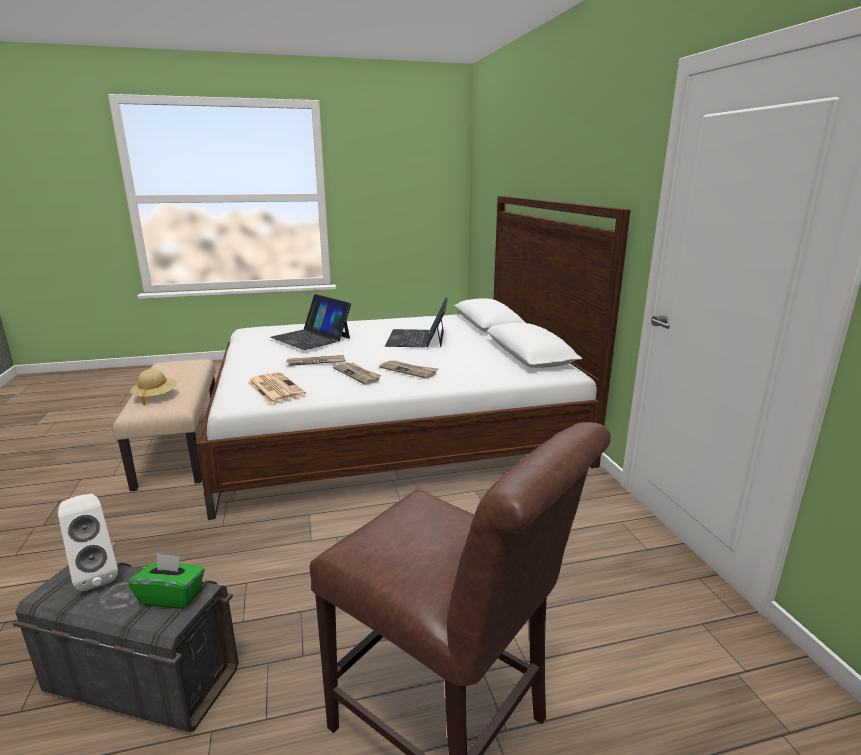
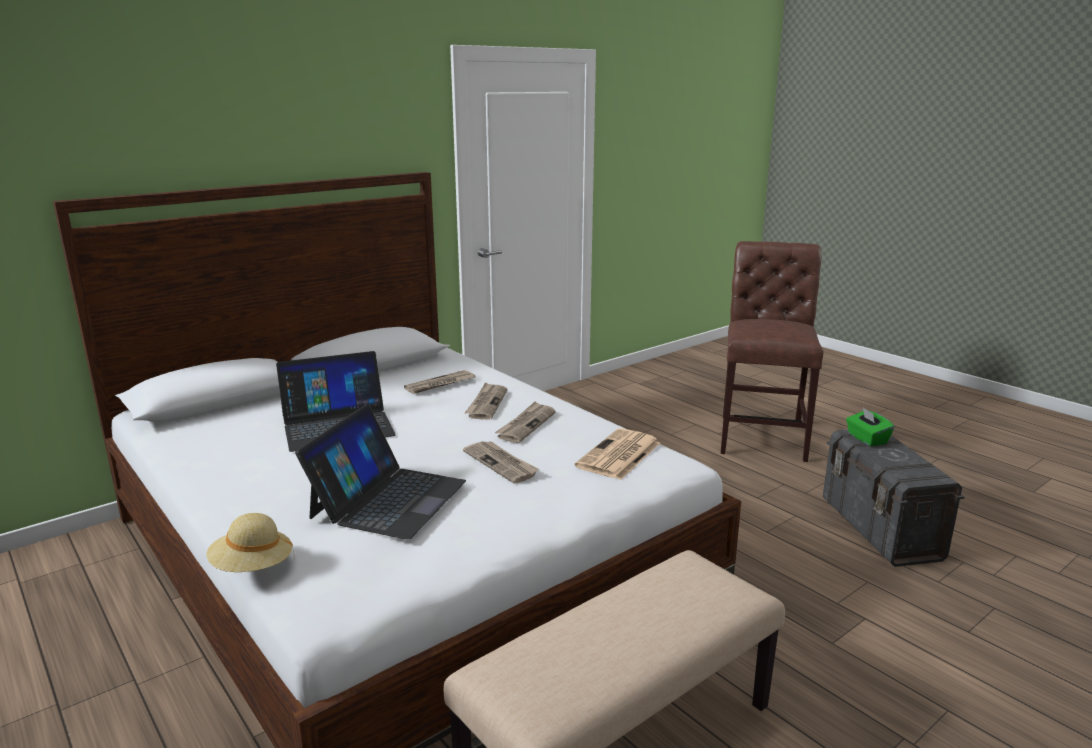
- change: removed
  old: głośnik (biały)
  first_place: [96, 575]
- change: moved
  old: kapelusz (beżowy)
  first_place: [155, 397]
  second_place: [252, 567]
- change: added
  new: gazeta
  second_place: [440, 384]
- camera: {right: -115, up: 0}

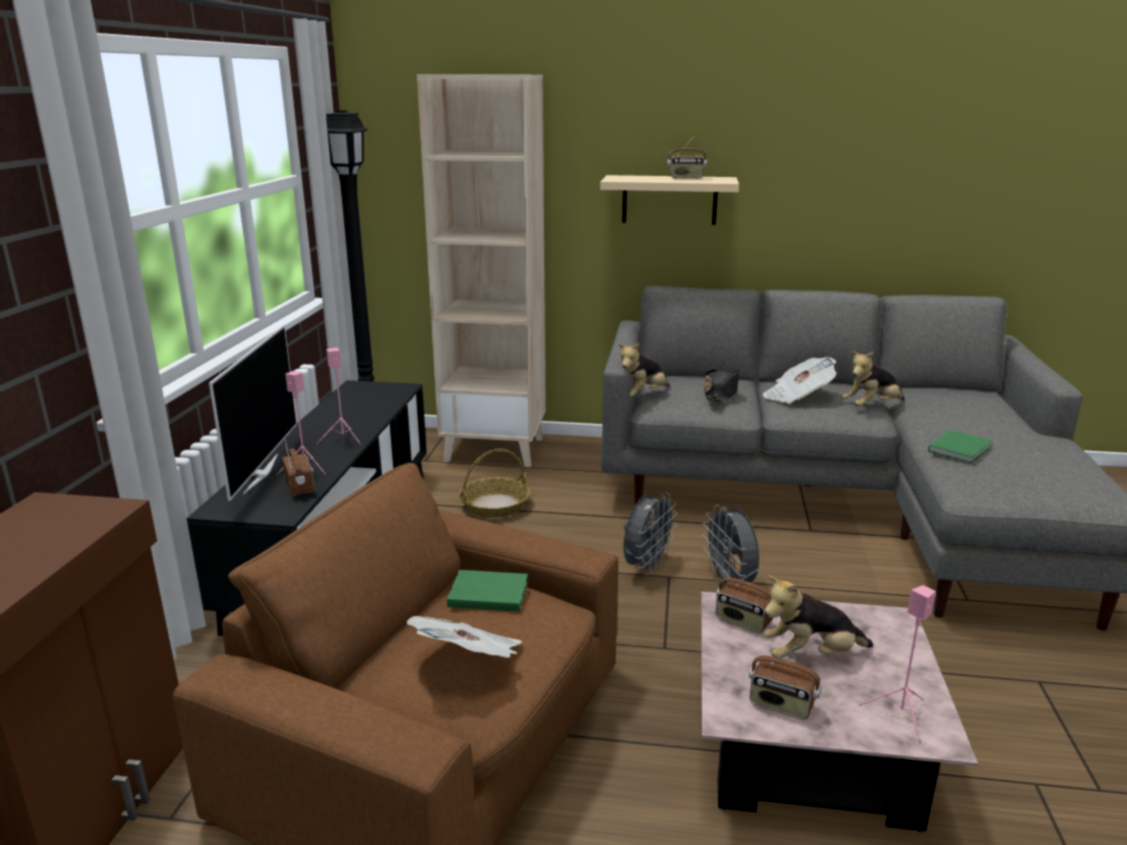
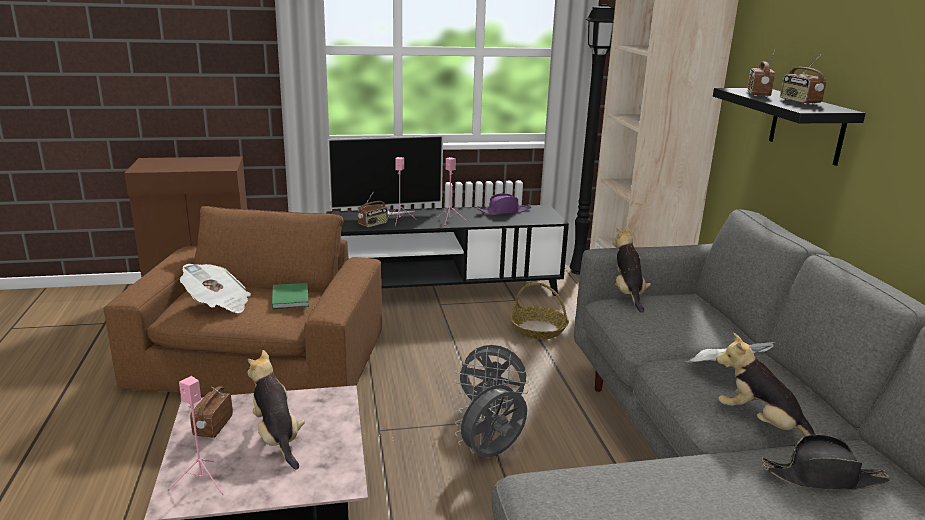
- change: recoloured
  old: półka (beżowy)
  new: półka (czarny)
  first_place: [669, 200]
  second_place: [807, 126]
- change: turned
  old: pluszak
  first_place: [641, 396]
  second_place: [627, 294]
  degrees: 60
- change: moved
  old: kapelusz (czarny)
  first_place: [720, 393]
  second_place: [823, 477]
- change: moved
  old: radio
  first_place: [743, 622]
  second_place: [757, 94]
- change: removed
  old: książka (zielony)
  first_place: [961, 449]
- change: added
  new: kapelusz (fioletowy)
  second_place: [504, 211]
- camera: {right: 70, up: 0}

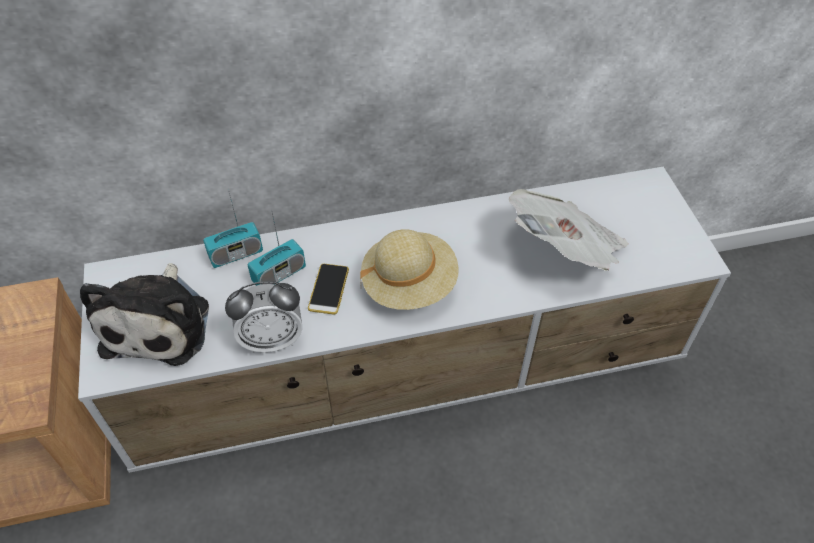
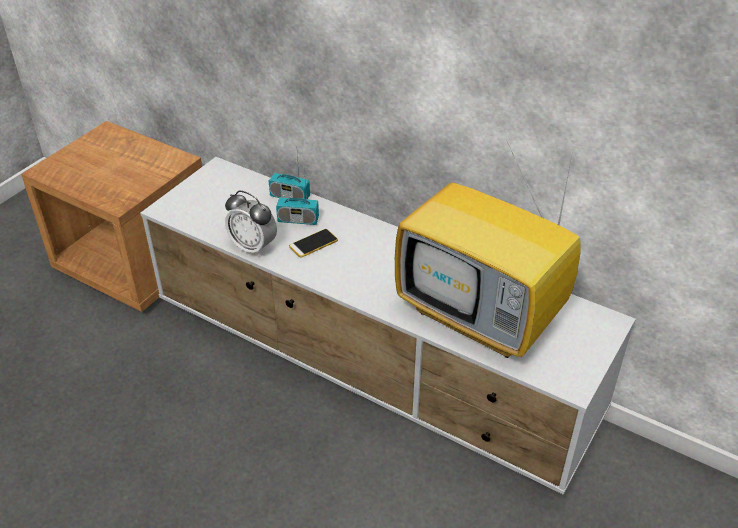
- change: removed
  old: pluszak
  first_place: [159, 322]
- change: removed
  old: kapelusz (beżowy)
  first_place: [409, 284]
- change: replaced
  old: gazeta
  new: telewizor
  first_place: [566, 250]
  second_place: [483, 317]
- camera: {right: 45, up: -10}

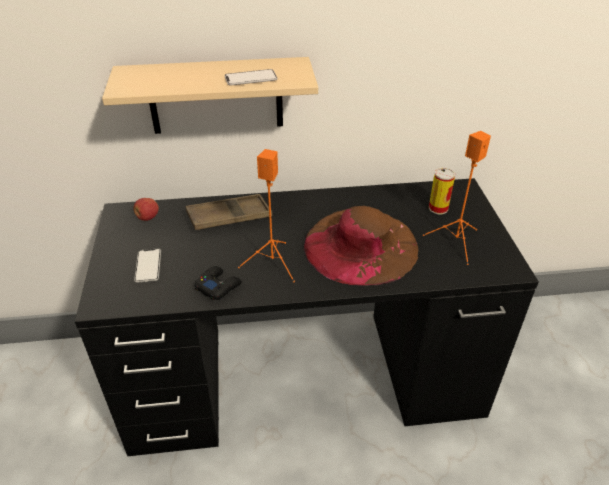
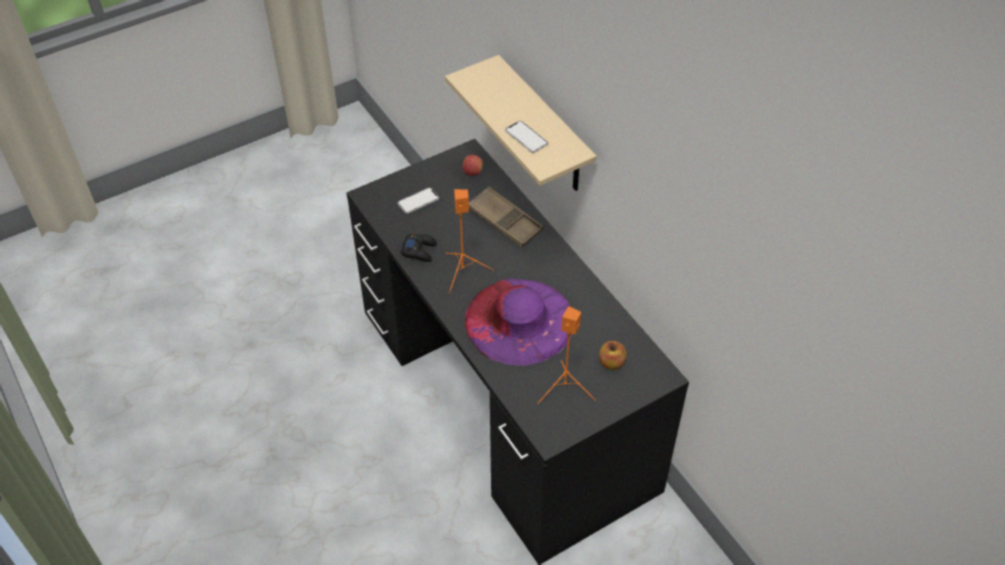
- change: recoloured
  old: kapelusz (brązowy)
  new: kapelusz (fioletowy)
  first_place: [360, 245]
  second_place: [519, 321]
- change: replaced
  old: puszka
  new: jabłko
  first_place: [438, 208]
  second_place: [611, 363]
- camera: {right: 65, up: 10}

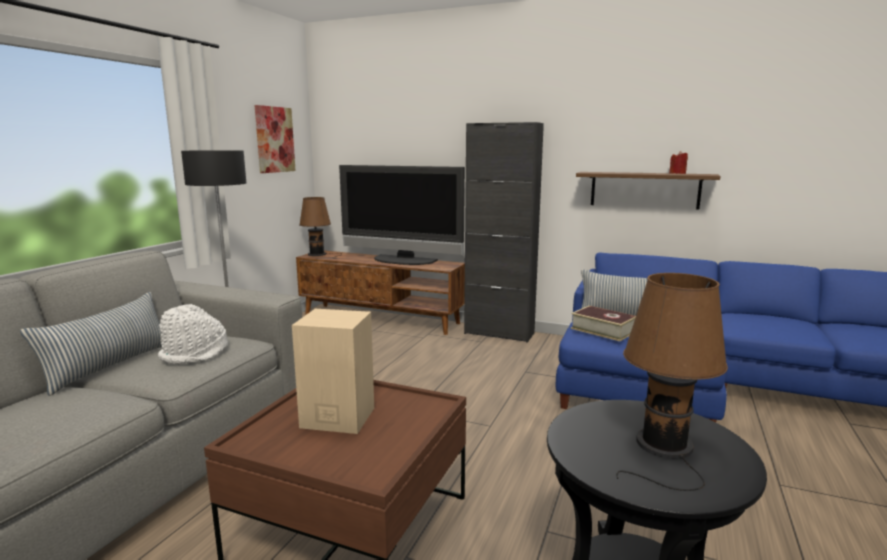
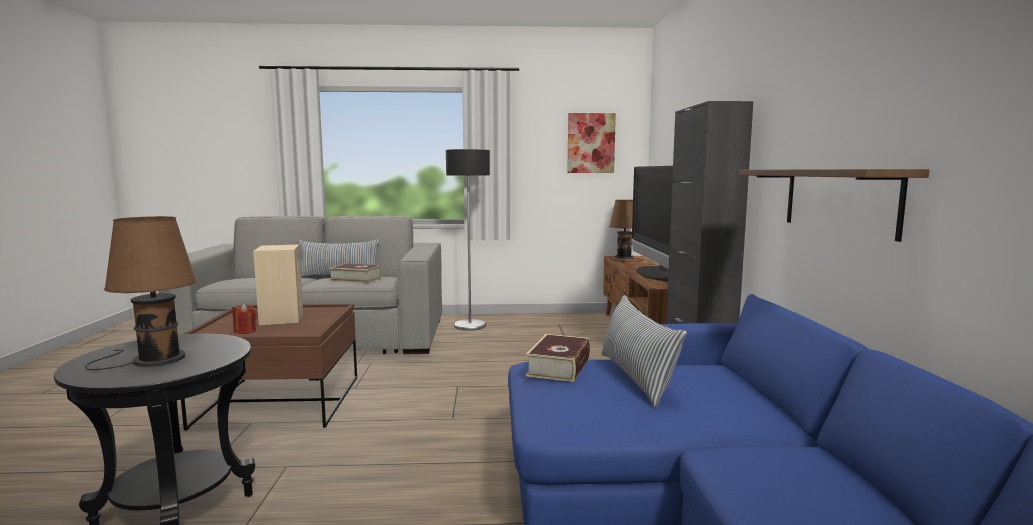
- change: replaced
  old: kapelusz (biały)
  new: książka
  first_place: [195, 354]
  second_place: [356, 279]
- change: moved
  old: świeca (czerwony)
  first_place: [677, 173]
  second_place: [245, 331]
- camera: {right: 65, up: -5}

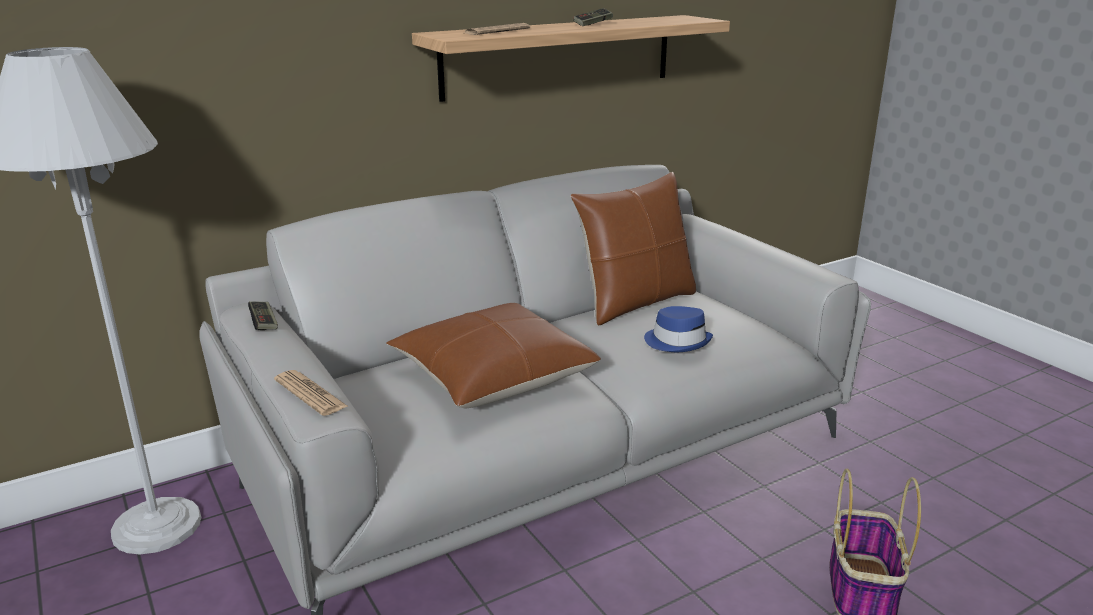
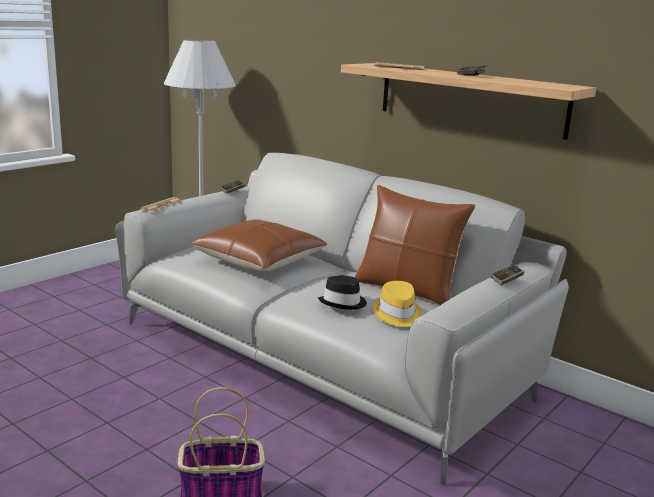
- change: recoloured
  old: kapelusz (niebieski)
  new: kapelusz (czarny)
  first_place: [677, 341]
  second_place: [343, 303]
- change: added
  new: kapelusz (żółty)
  second_place: [397, 314]
- change: added
  new: pad do gier
  second_place: [507, 280]
- camera: {right: 70, up: -5}

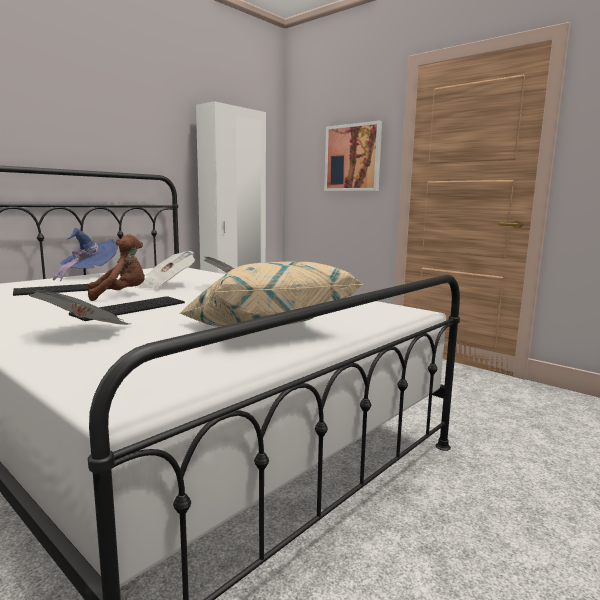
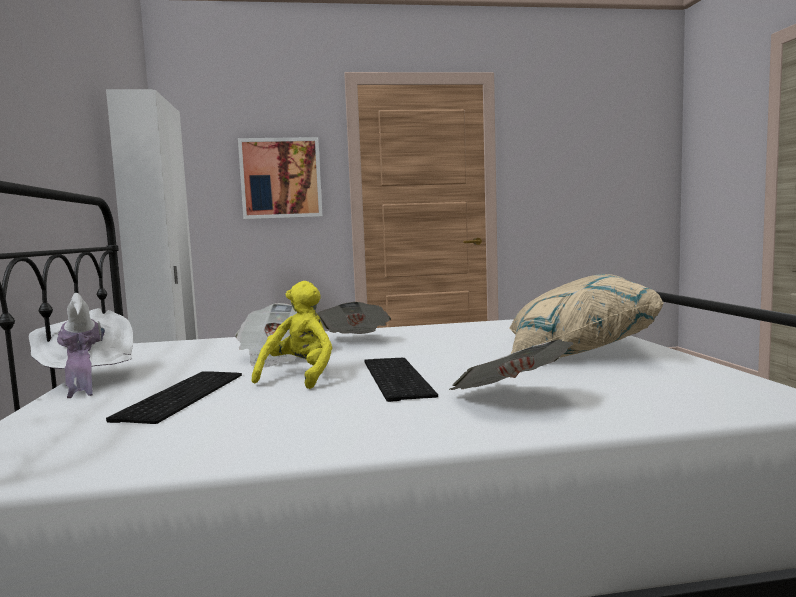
- change: recoloured
  old: kapelusz (niebieski)
  new: kapelusz (biały)
  first_place: [88, 275]
  second_place: [86, 380]
- change: recoloured
  old: pluszak (brązowy)
  new: pluszak (żółty)
  first_place: [120, 295]
  second_place: [300, 376]
- camera: {right: -50, up: -5}

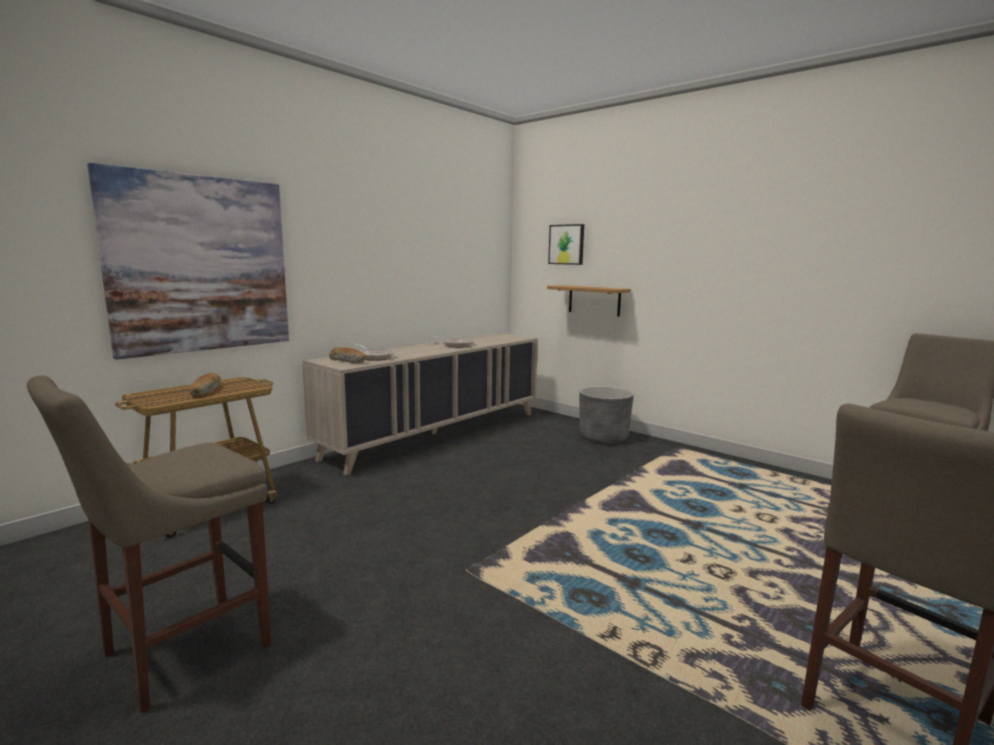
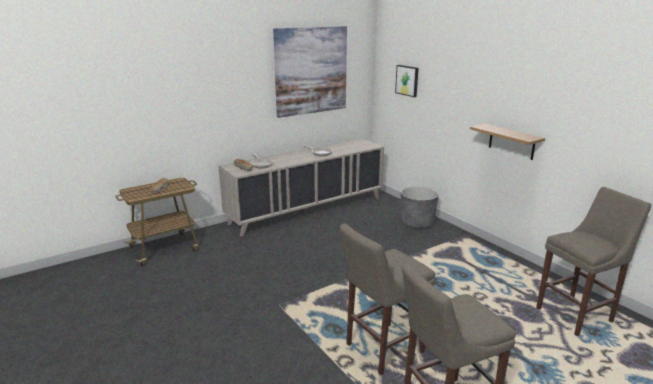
- change: moved
  old: stołek (beżowy)
  first_place: [179, 652]
  second_place: [381, 349]
- change: moved
  old: obraz
  first_place: [201, 264]
  second_place: [311, 71]
- change: moved
  old: półka
  first_place: [594, 300]
  second_place: [511, 141]
- camera: {right: 15, up: 10}

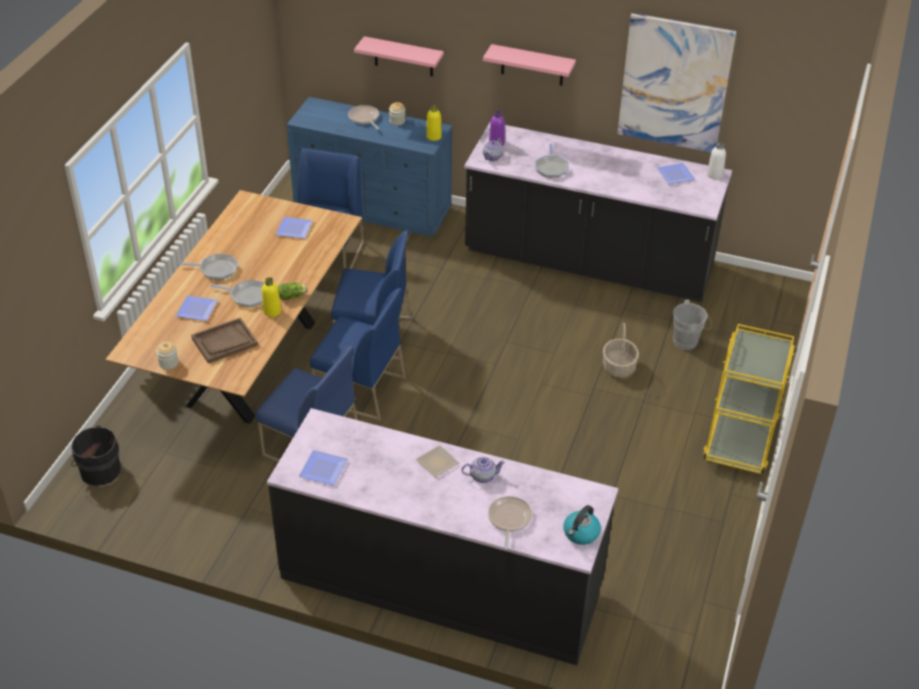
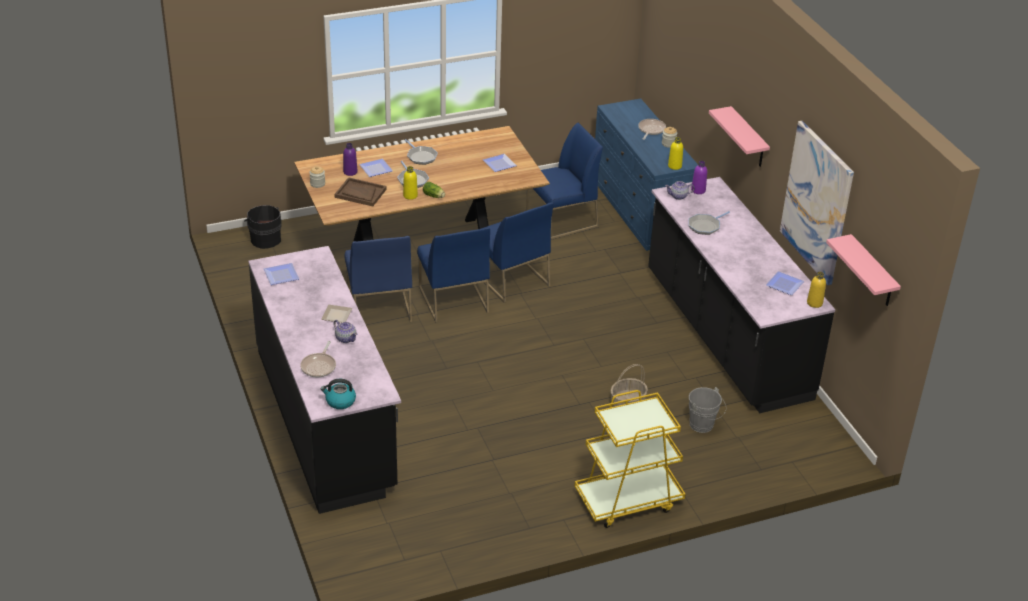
- change: moved
  old: półka (różowy)
  first_place: [403, 57]
  second_place: [872, 272]
- change: turned
  old: patelnia
  first_place: [509, 519]
  second_place: [319, 366]
  degrees: 135
- change: recoloured
  old: butelka (biały)
  new: butelka (żółty)
  first_place: [714, 175]
  second_place: [814, 303]
- change: added
  new: butelka (fioletowy)
  second_place: [350, 172]
- camera: {right: 50, up: -5}

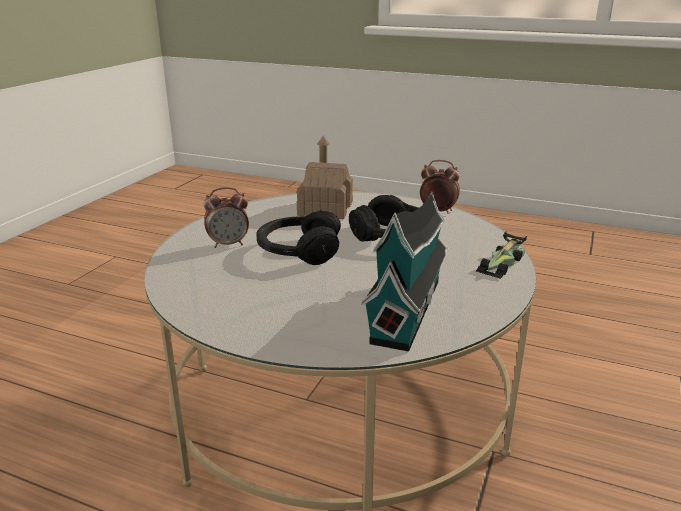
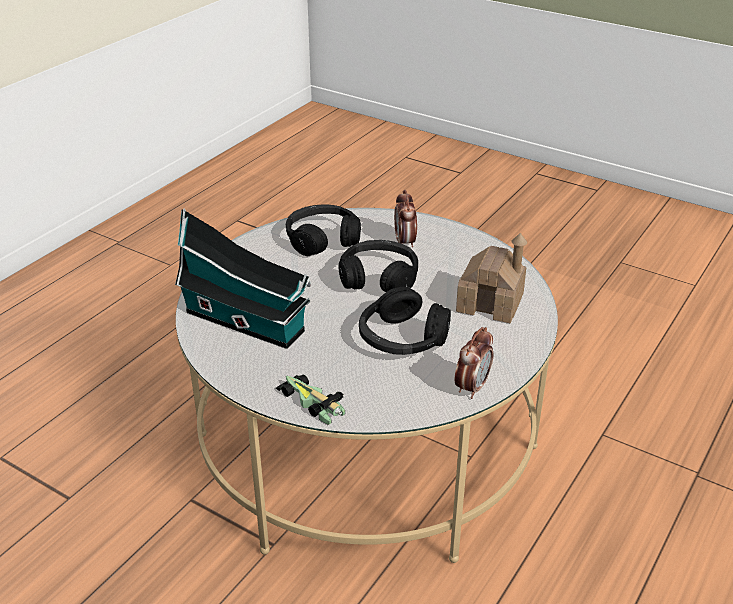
- change: added
  new: słuchawki (czarny)
  second_place: [323, 239]
- camera: {right: 100, up: 10}

